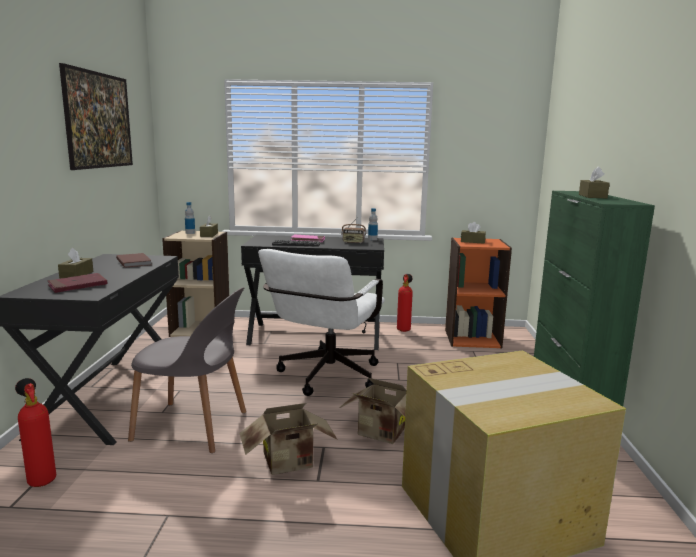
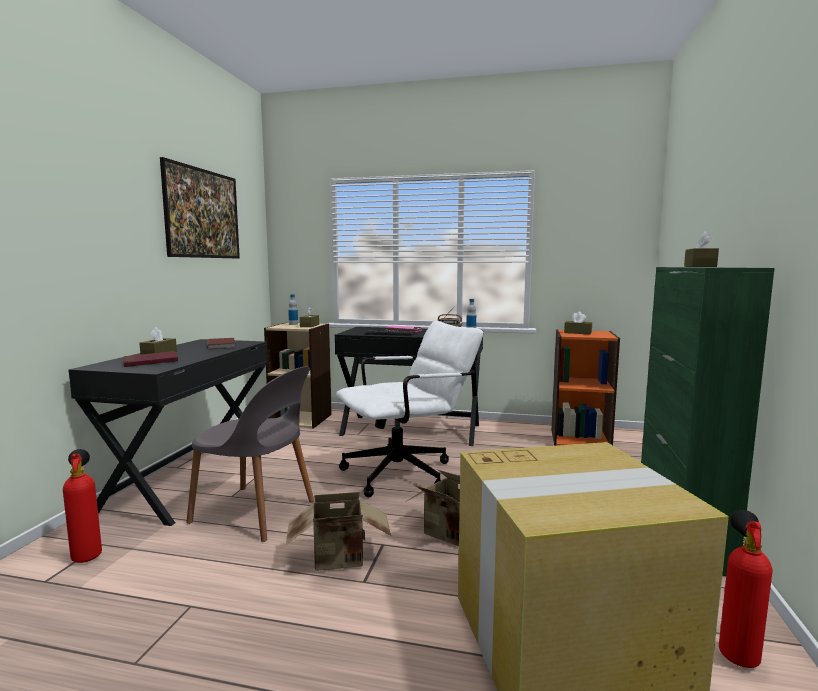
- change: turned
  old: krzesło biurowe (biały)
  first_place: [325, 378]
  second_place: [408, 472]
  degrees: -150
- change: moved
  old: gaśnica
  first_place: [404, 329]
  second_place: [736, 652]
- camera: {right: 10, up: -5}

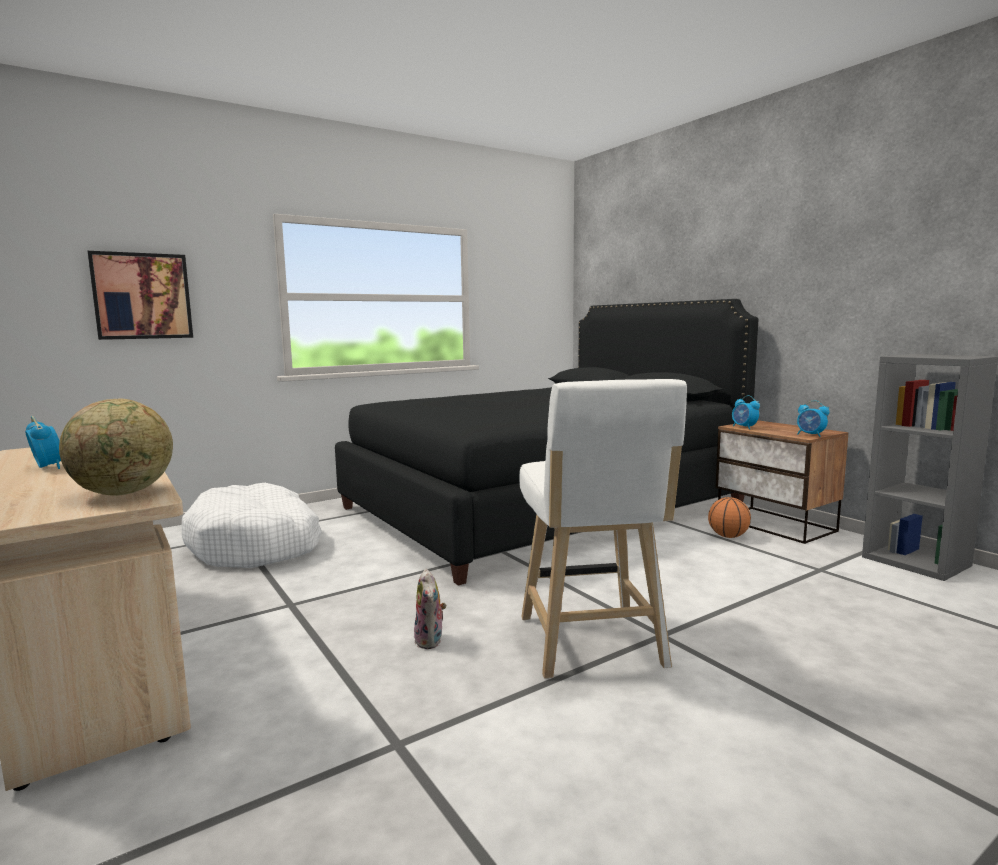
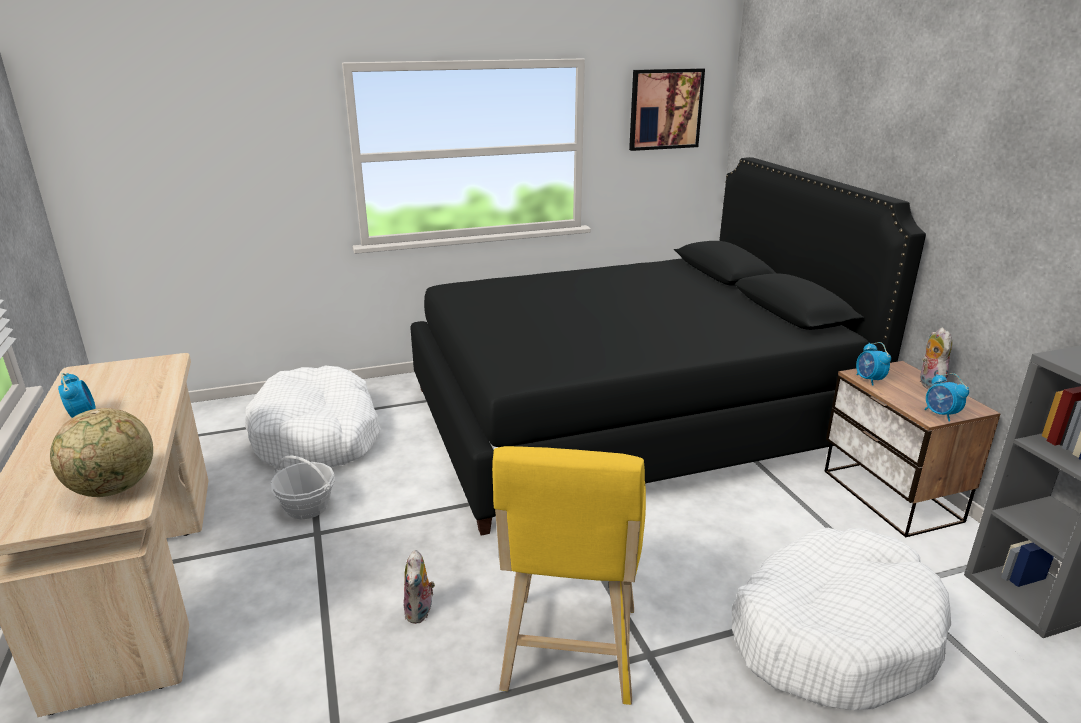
- change: moved
  old: obraz
  first_place: [142, 296]
  second_place: [665, 109]
- change: recoloured
  old: stołek (biały)
  new: stołek (żółty)
  first_place: [592, 646]
  second_place: [569, 655]
- change: removed
  old: piłka do koszykówki
  first_place: [728, 536]
- change: added
  new: koszyk
  second_place: [307, 507]
- change: added
  new: legowisko (biały)
  second_place: [833, 634]
- change: added
  new: pluszak
  second_place: [928, 384]
- camera: {right: 15, up: 15}

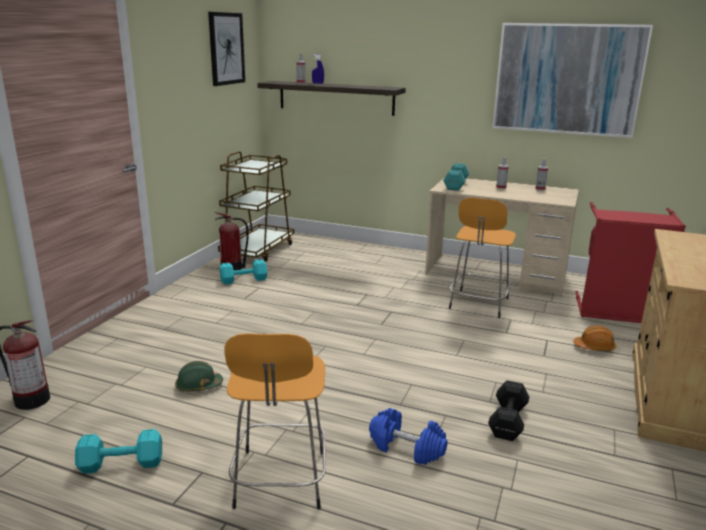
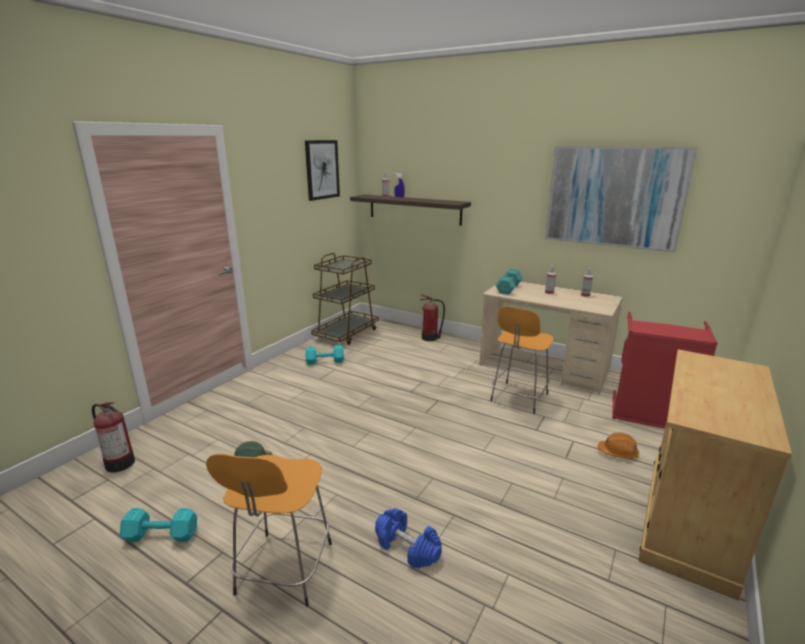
- change: moved
  old: gaśnica
  first_place: [233, 268]
  second_place: [430, 338]
- change: removed
  old: hantel (czarny)
  first_place: [507, 422]
- camera: {right: 10, up: 0}

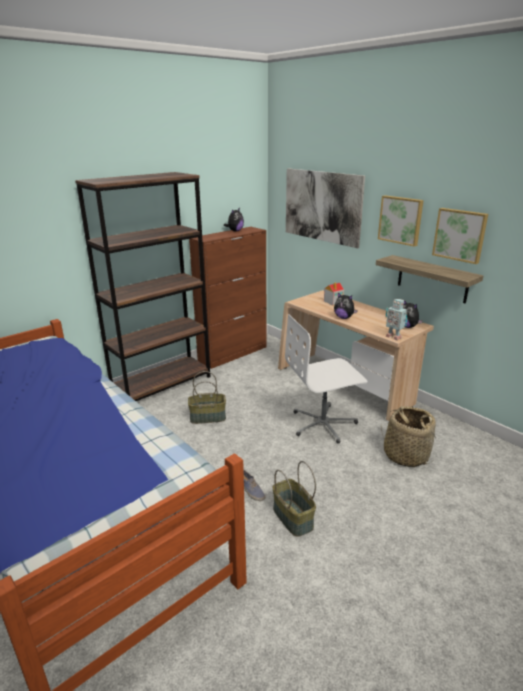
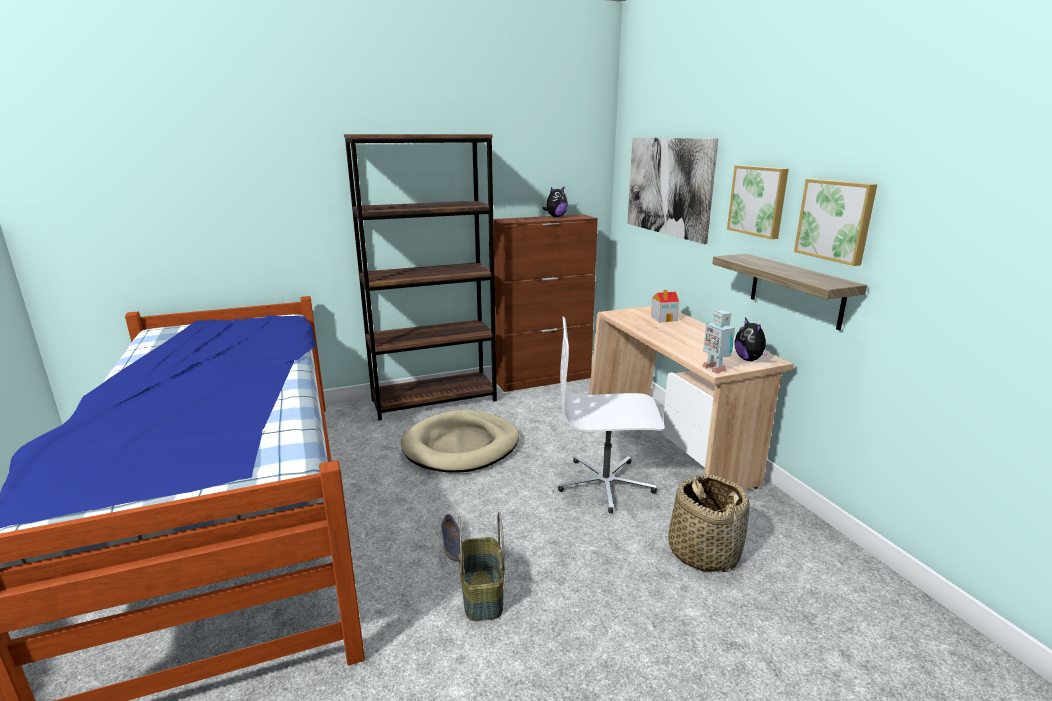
- change: replaced
  old: koszyk
  new: legowisko (beżowy)
  first_place: [208, 417]
  second_place: [461, 446]
- change: removed
  old: pluszak
  first_place: [344, 317]
- camera: {right: 20, up: -5}

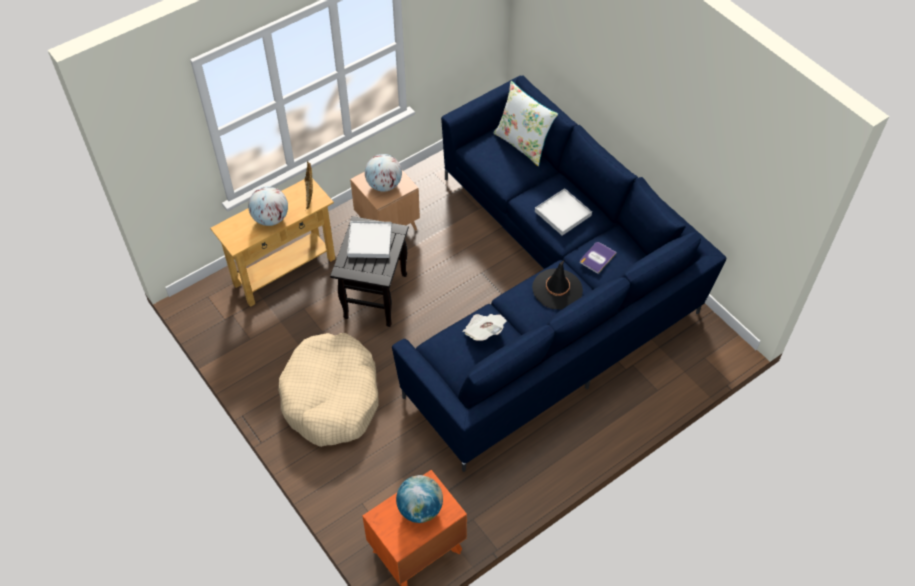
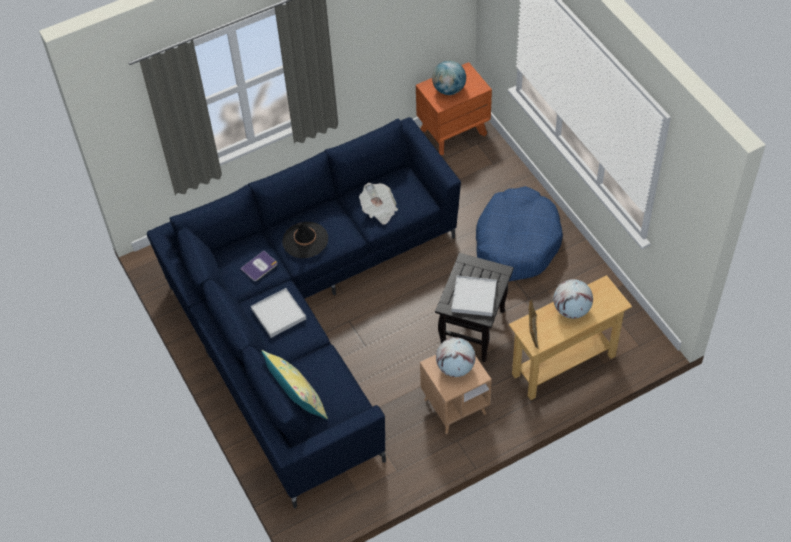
- change: recoloured
  old: legowisko (beżowy)
  new: legowisko (niebieski)
  first_place: [331, 397]
  second_place: [516, 242]
- change: recoloured
  old: poduszka (biały)
  new: poduszka (żółty)
  first_place: [523, 144]
  second_place: [298, 401]
- camera: {right: -170, up: 0}

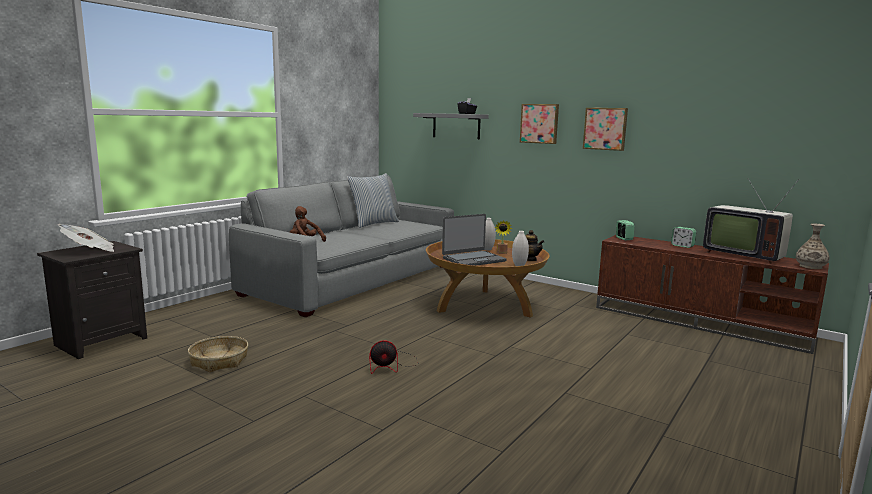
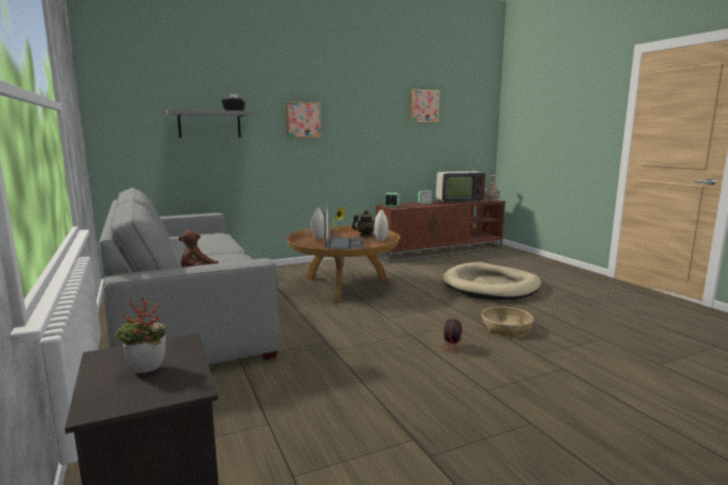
- change: replaced
  old: gazeta
  new: roślina doniczkowa
  first_place: [90, 251]
  second_place: [146, 371]
- change: moved
  old: koszyk
  first_place: [219, 361]
  second_place: [506, 328]
- change: removed
  old: poduszka
  first_place: [373, 223]
- change: moved
  old: obraz
  first_place: [605, 128]
  second_place: [423, 106]
- change: added
  new: legowisko (beżowy)
  second_place: [491, 286]
- camera: {right: -60, up: 0}

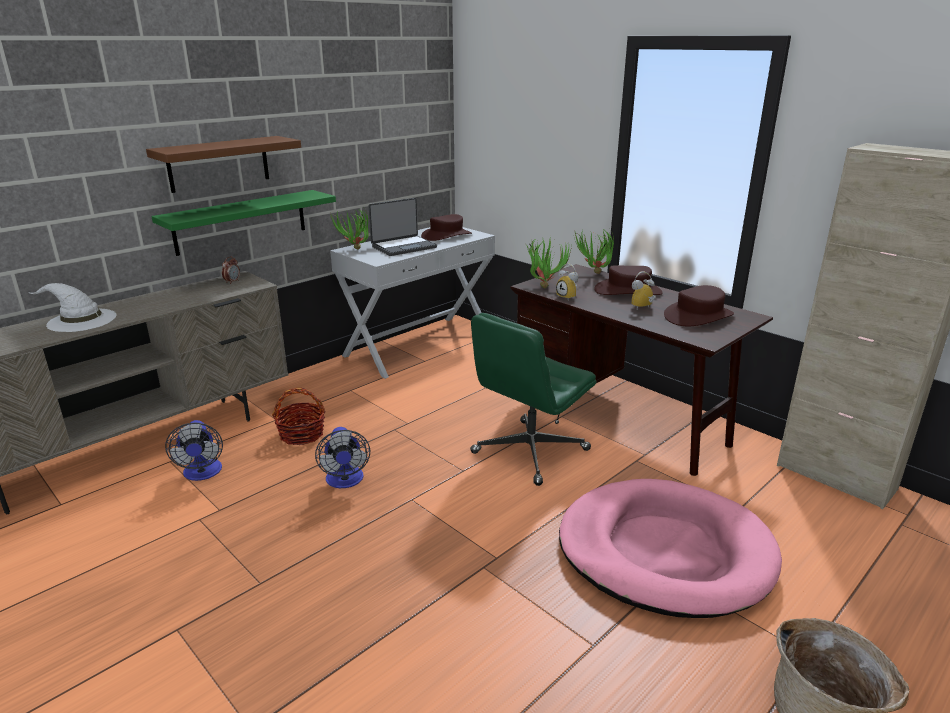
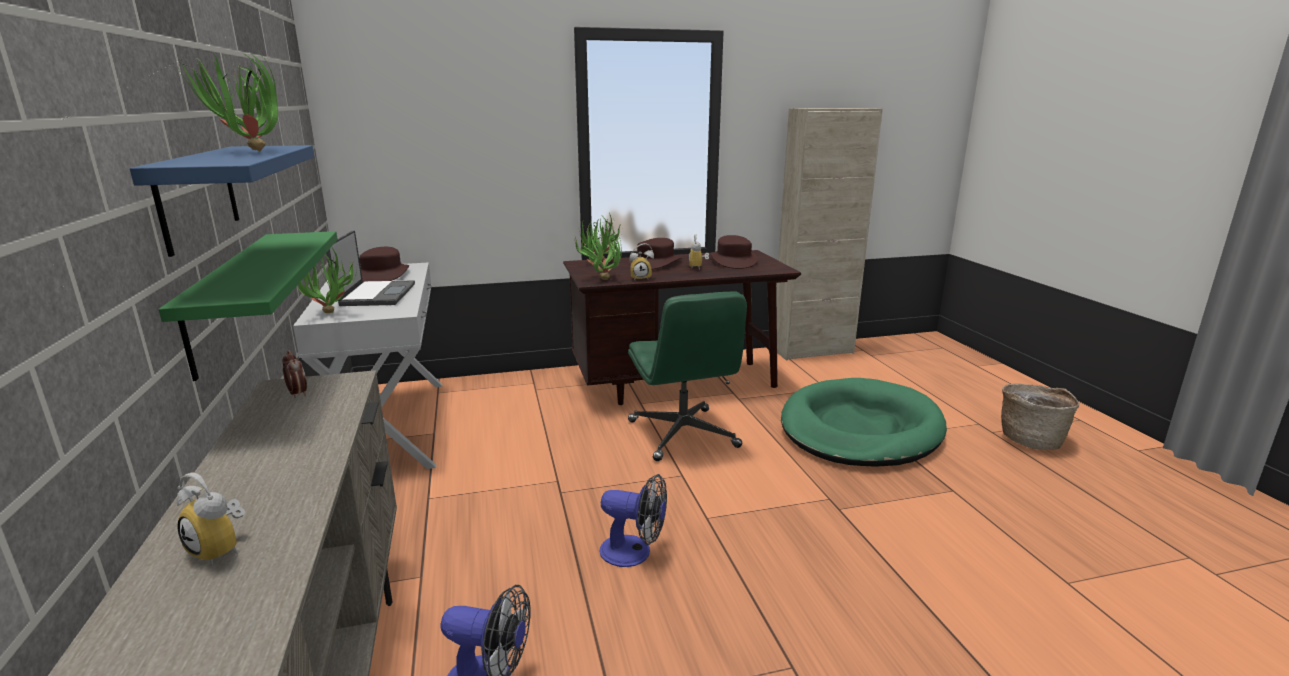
- change: replaced
  old: kapelusz (biały)
  new: budzik
  first_place: [80, 320]
  second_place: [223, 548]
- change: recoloured
  old: półka (brązowy)
  new: półka (niebieski)
  first_place: [219, 163]
  second_place: [198, 196]
- change: removed
  old: koszyk
  first_place: [302, 434]
- change: recoloured
  old: legowisko (różowy)
  new: legowisko (zielony)
  first_place: [664, 552]
  second_place: [860, 429]
- change: added
  new: roślina doniczkowa
  second_place: [250, 152]
- camera: {right: -60, up: -5}

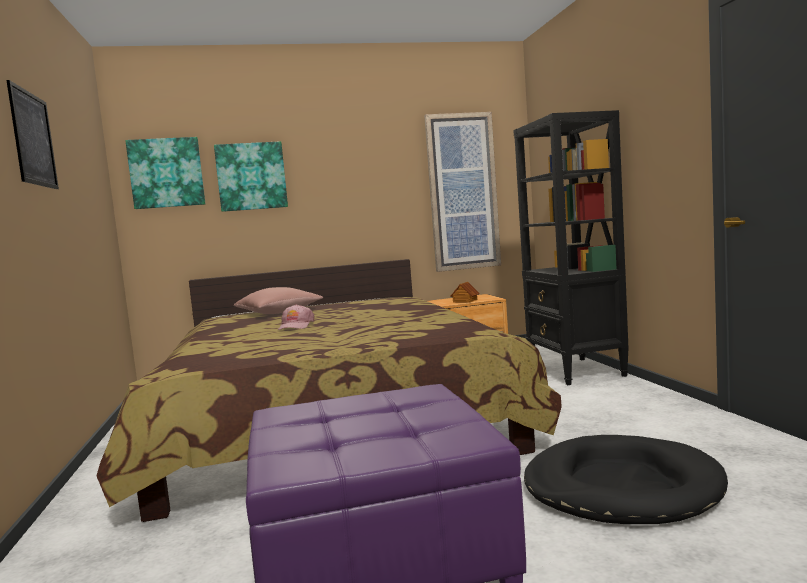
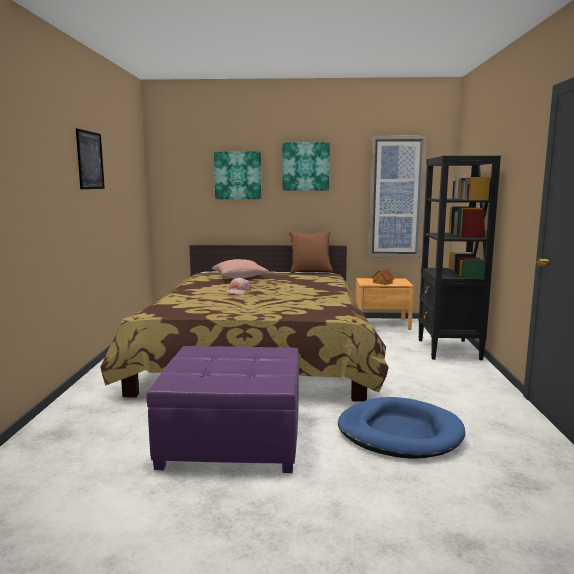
- change: moved
  old: obraz
  first_place: [166, 173]
  second_place: [305, 166]
- change: recoloured
  old: legowisko (czarny)
  new: legowisko (niebieski)
  first_place: [621, 487]
  second_place: [399, 433]
- change: added
  new: poduszka (brązowy)
  second_place: [310, 271]
- camera: {right: 15, up: 5}

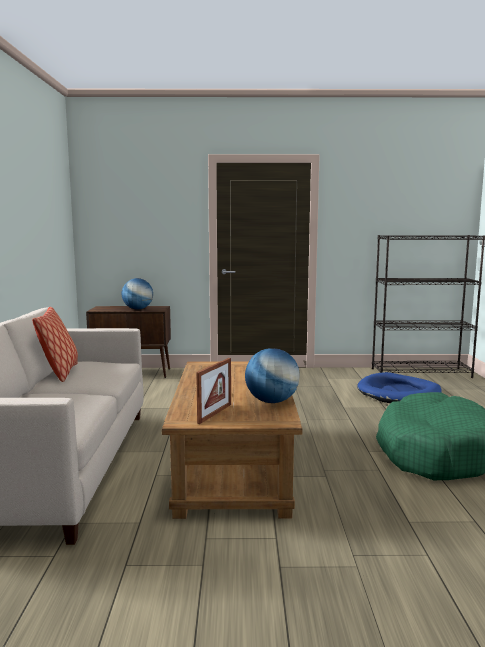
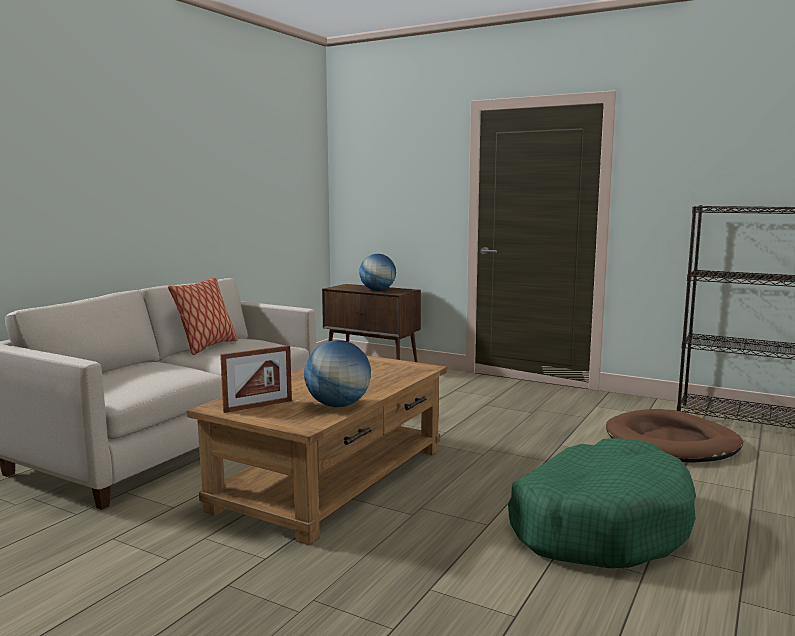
- change: recoloured
  old: legowisko (niebieski)
  new: legowisko (brązowy)
  first_place: [399, 393]
  second_place: [672, 443]
- camera: {right: 30, up: 0}

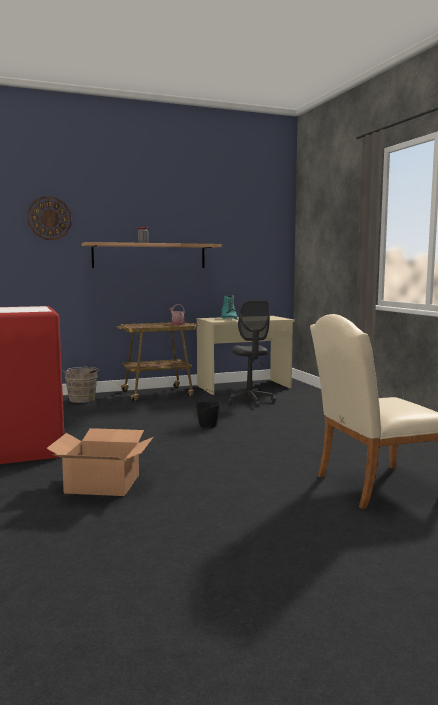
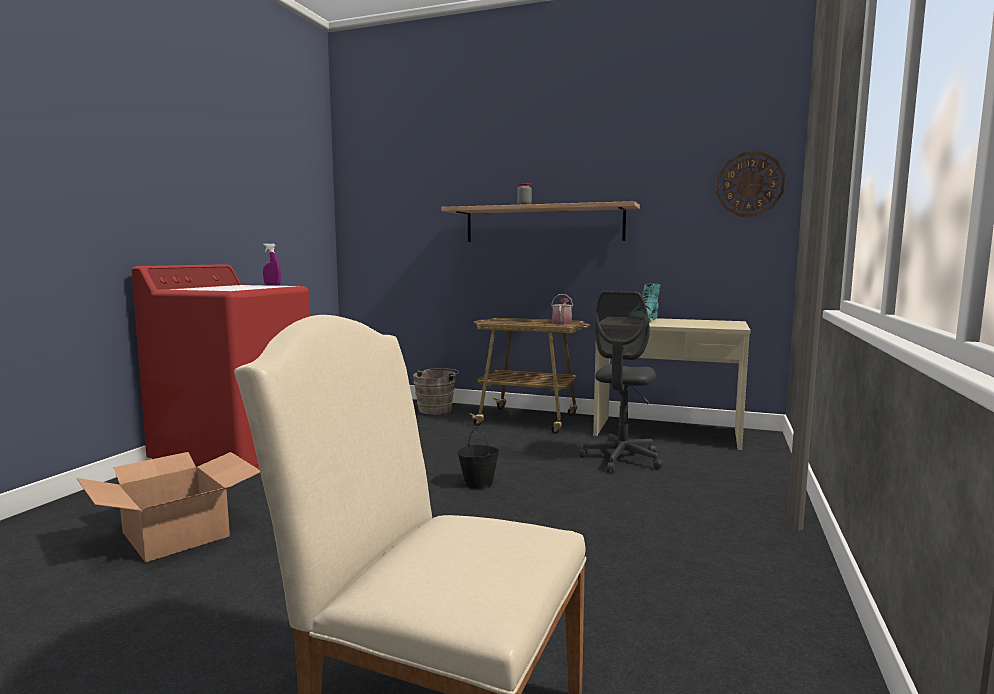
- change: moved
  old: zegar ścienny
  first_place: [49, 218]
  second_place: [750, 184]
- change: added
  new: spryskiwacz (fioletowy)
  second_place: [272, 285]
- camera: {right: 40, up: 0}

